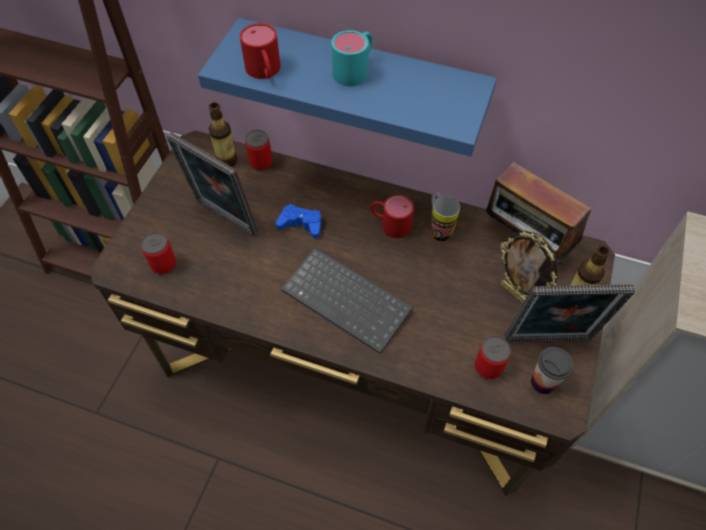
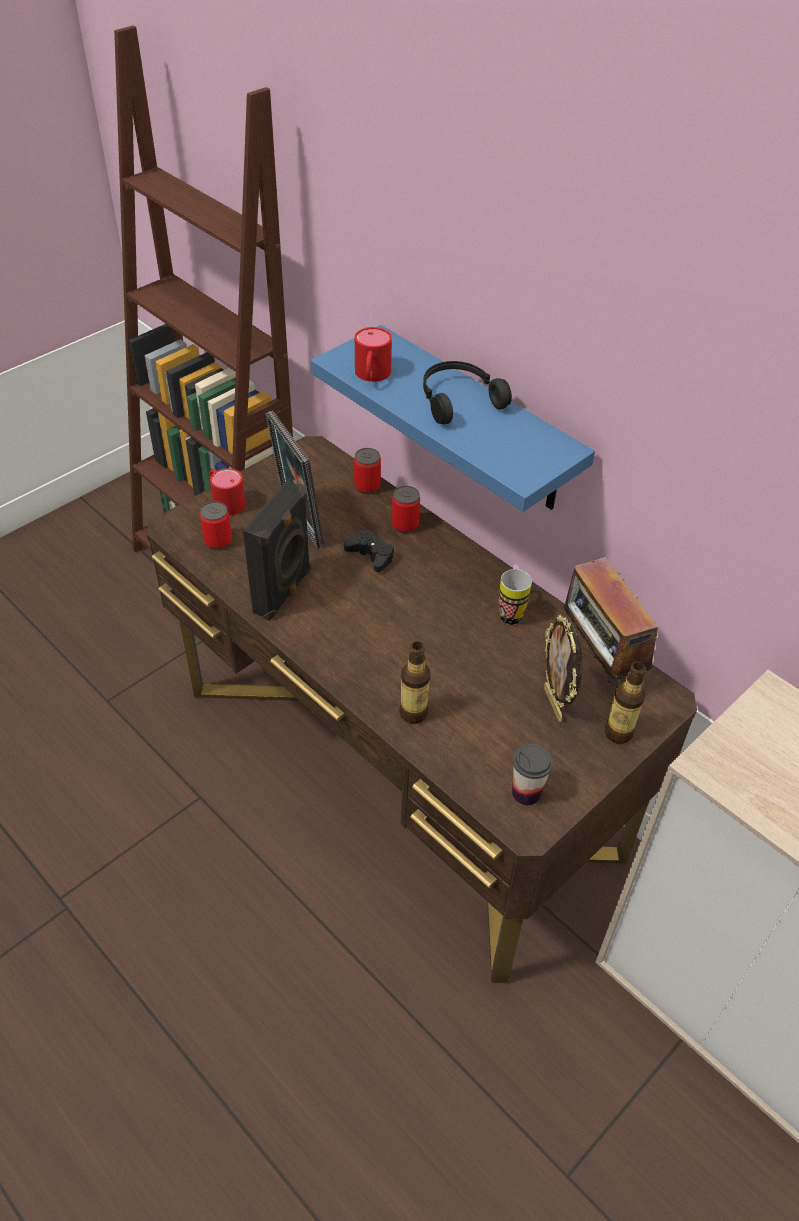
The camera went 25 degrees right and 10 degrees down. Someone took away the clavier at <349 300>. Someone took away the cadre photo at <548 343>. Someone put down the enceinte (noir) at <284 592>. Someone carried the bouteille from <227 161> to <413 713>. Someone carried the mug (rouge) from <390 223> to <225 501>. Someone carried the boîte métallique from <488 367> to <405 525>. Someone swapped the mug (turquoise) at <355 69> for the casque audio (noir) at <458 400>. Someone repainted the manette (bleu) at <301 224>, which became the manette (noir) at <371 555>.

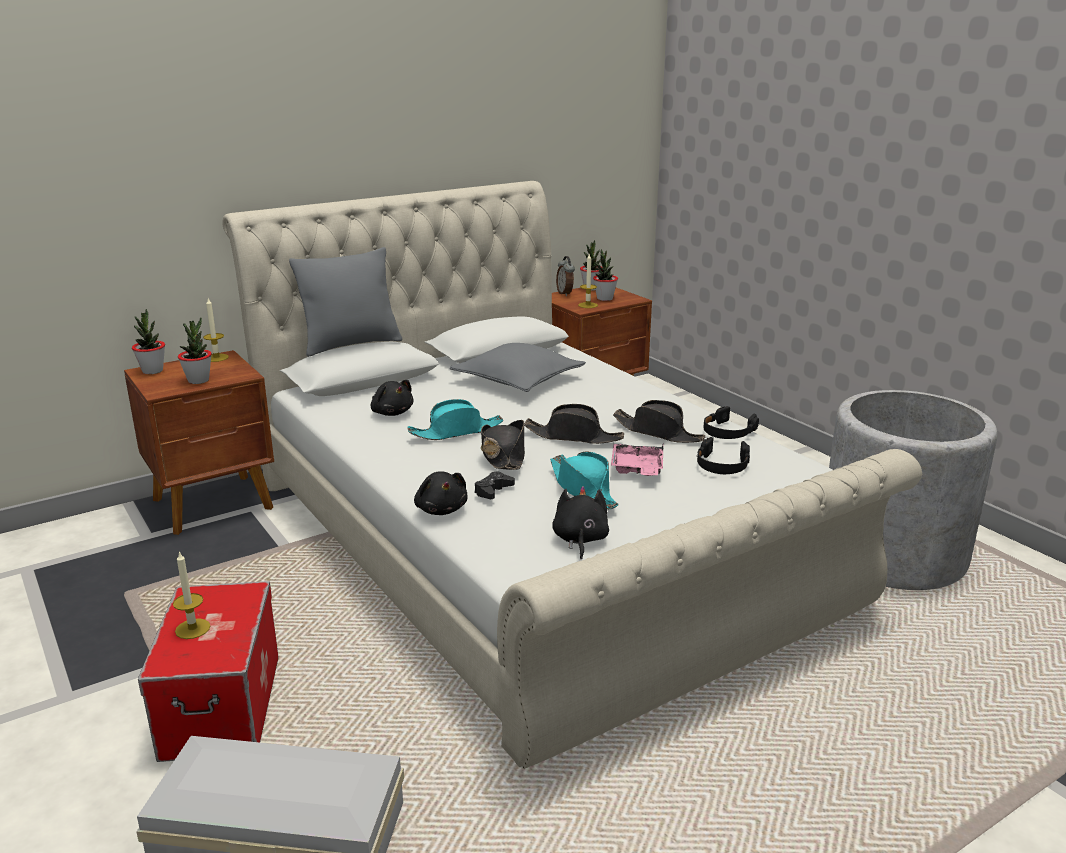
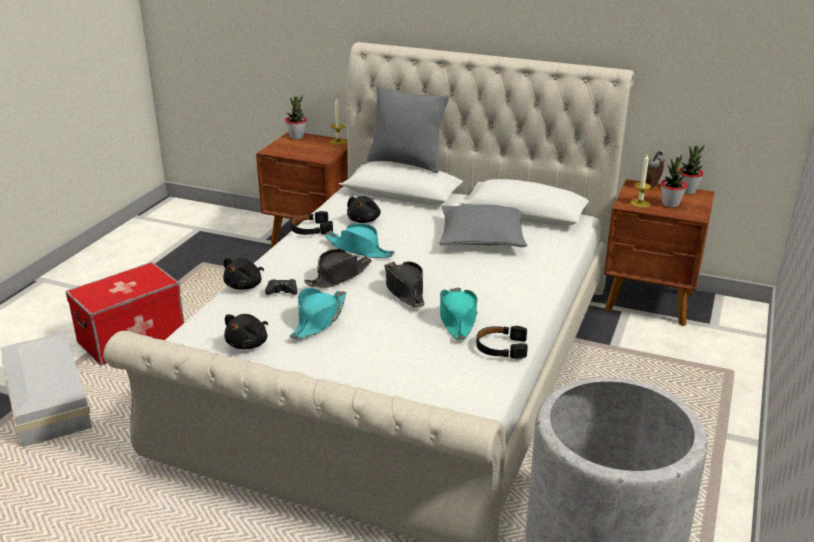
The camera went 55 degrees right and 5 degrees up. Someone took away the bougie at <192 629>. Someone took away the plante en pot at <198 380>. Someone took away the plateau (rose) at <637 469>. Someone carried the casque audio (noir) from <722 465> to <311 229>. Someone repainted the chapeau (noir) at <658 432>, which became the chapeau (turquoise) at <457 319>. Someone rotated the peluche (noir) at <580 540> by 150 degrees clockwise.

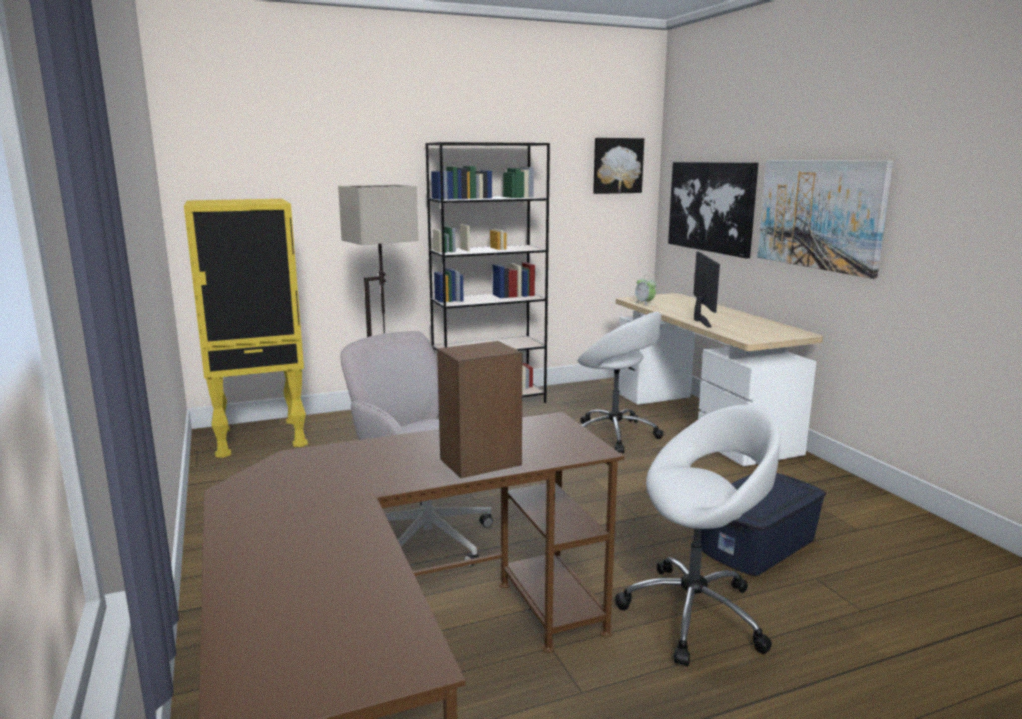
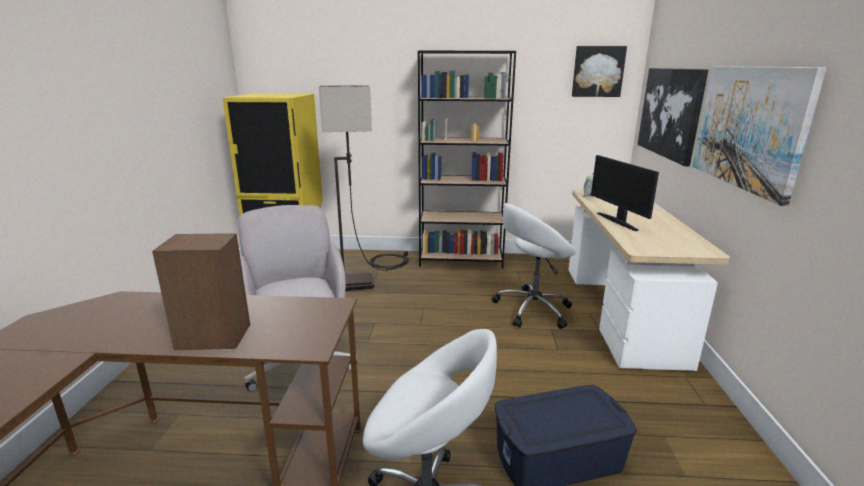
The camera went 25 degrees right and 5 degrees up. Someone rotated the chaise de bureau (blanc) at <615 435> by 90 degrees clockwise. Someone rotated the écran d'ordinateur at <700 320> by 135 degrees clockwise.

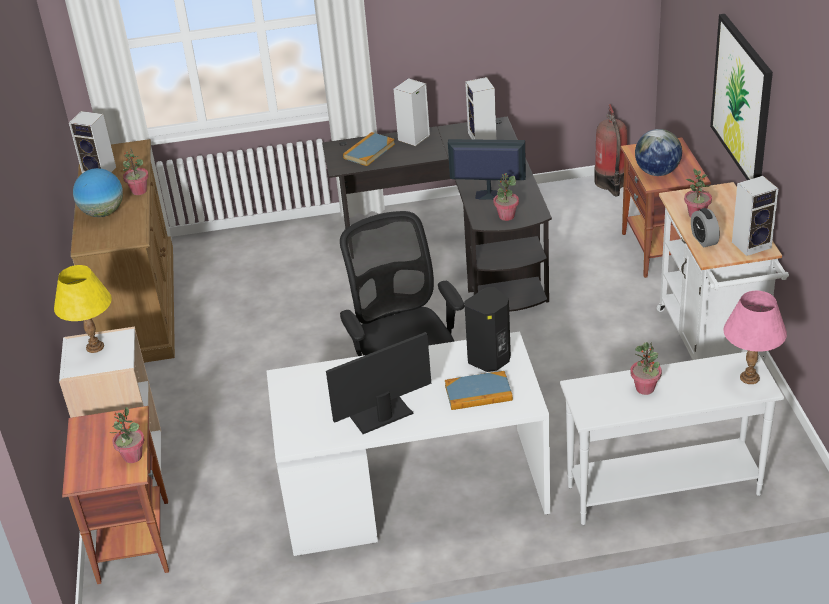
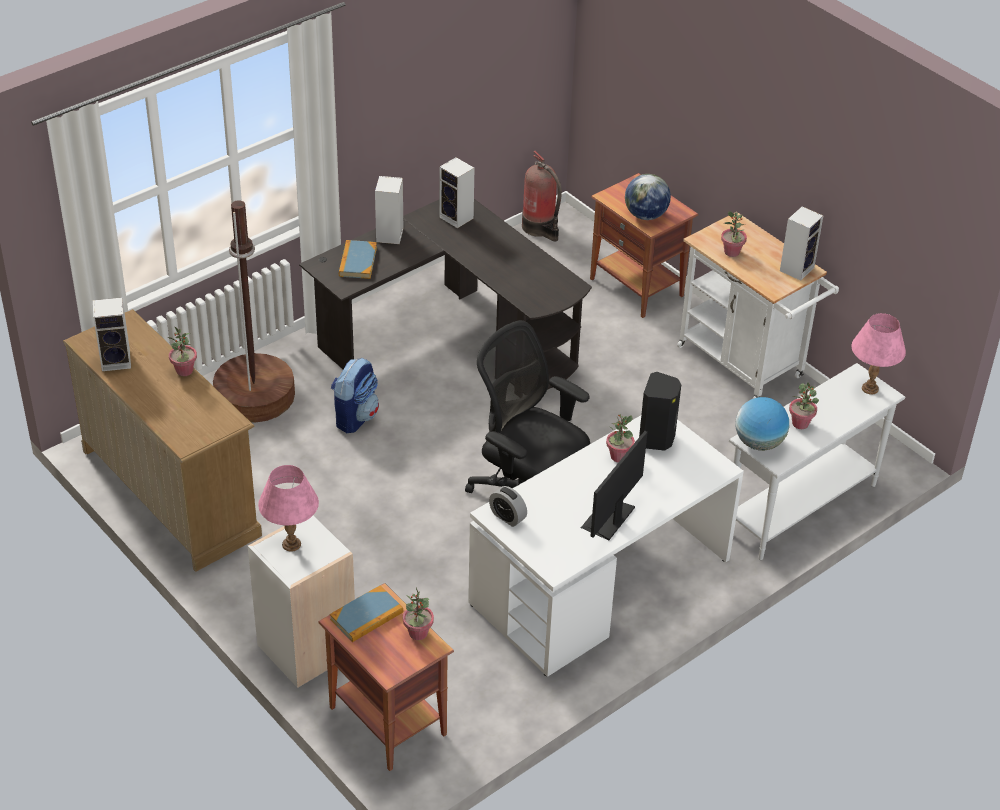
The camera went 35 degrees left and 5 degrees up. Someone took away the écran d'ordinateur at <488 195>. Someone took away the tableau at <742 100>. Someone put down the lampadaire (marron) at <254 395>. Someone put down the sac à dos at <355 417>. Someone carried the globe from <103 213> to <759 443>. Someone carried the livre from <478 393> to <366 616>. Someone carried the plante en pot from <506 216> to <618 456>. Someone carried the réveil from <704 240> to <507 517>. Someone repainted the lampe de table (jaune) at <94 347>, which became the lampe de table (rose) at <291 544>.

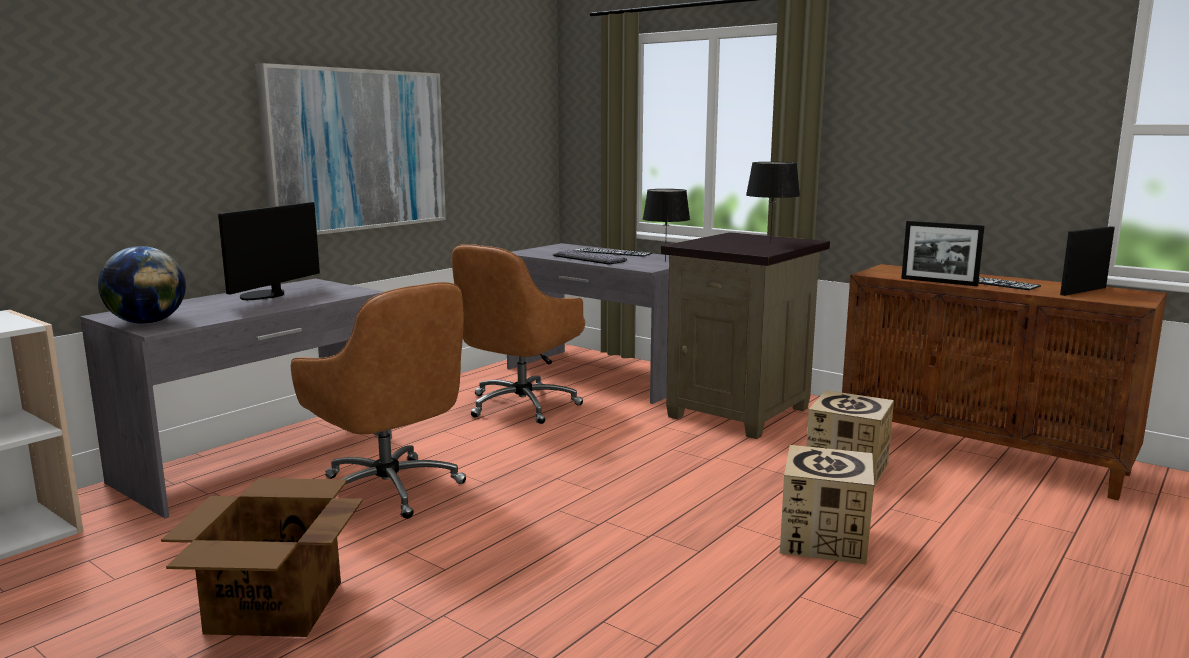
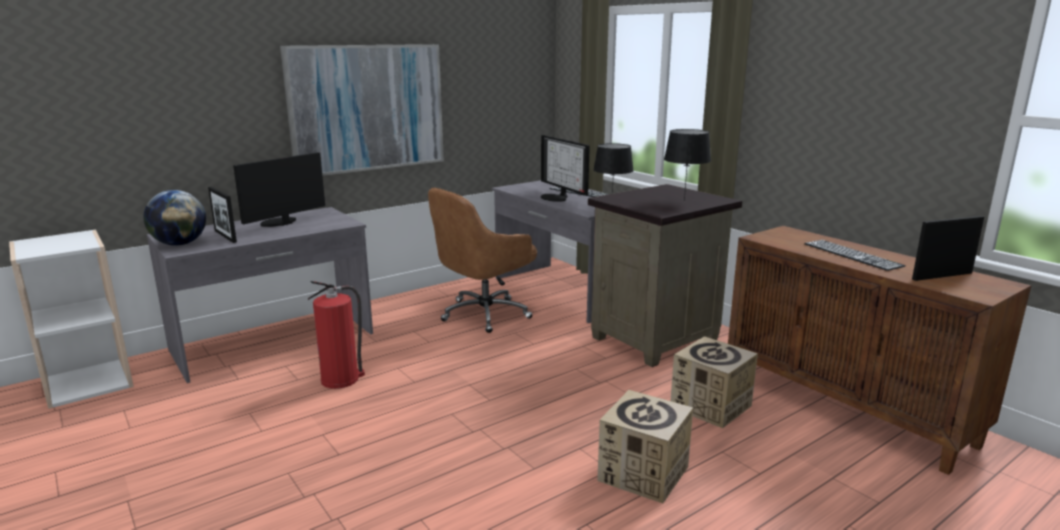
The camera went 15 degrees right and 5 degrees up. Someone took away the carton at <273 608>. Someone carried the cadre photo from <938 282> to <225 236>. Someone swapped the chaise de bureau (marron) at <386 490> for the extincteur at <341 379>. Someone swapped the clavier at <592 258> for the écran d'ordinateur at <556 197>.

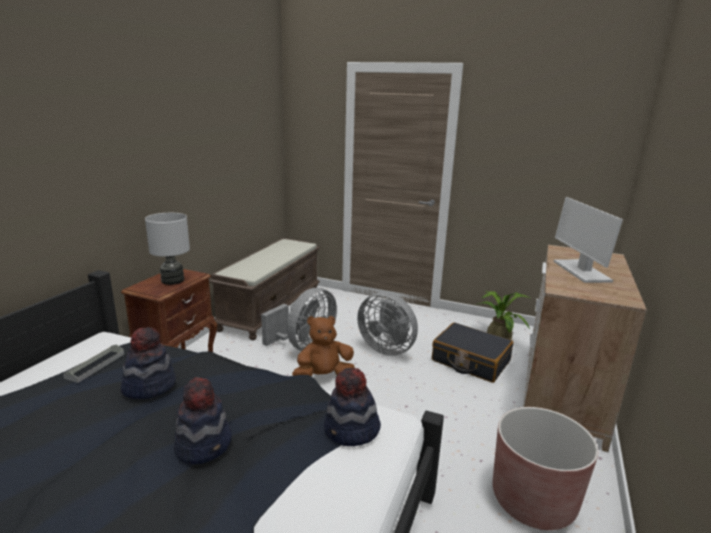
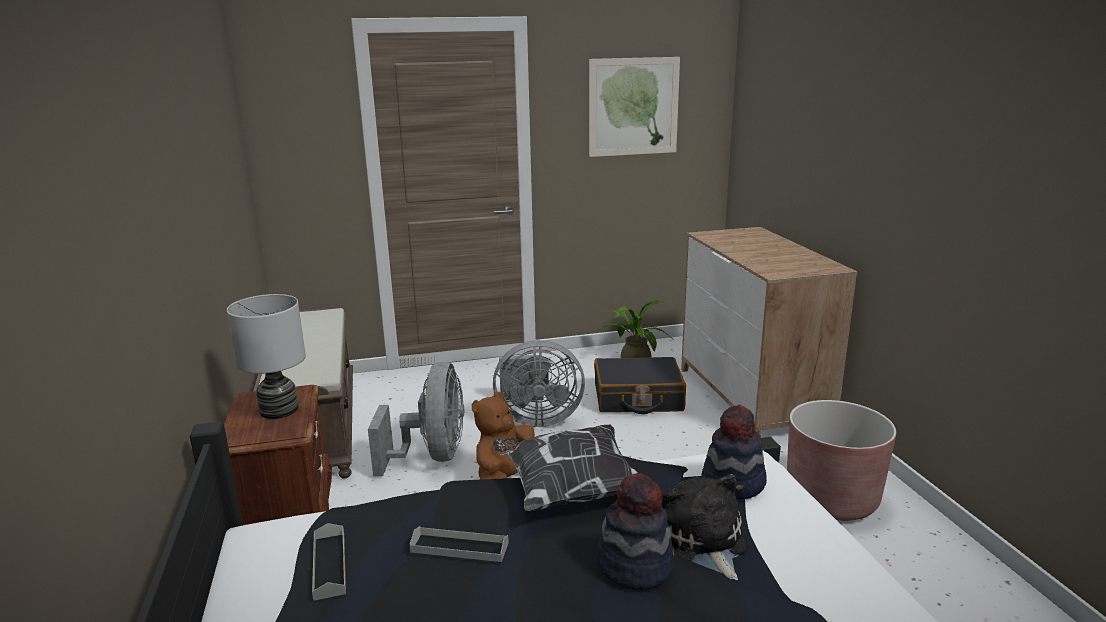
The camera went 35 degrees left and 0 degrees up. Someone took away the écran d'ordinateur at <580 271>. Someone put down the coussin at <569 490>. Someone put up the tableau at <633 107>. Someone put down the peluche at <703 542>. Someone swapped the chapeau at <149 386> for the plateau (gris) at <459 547>.

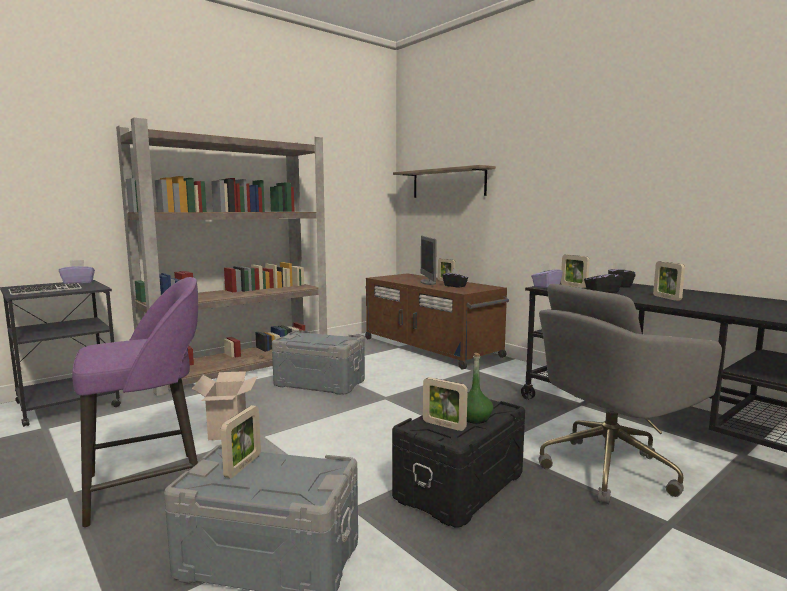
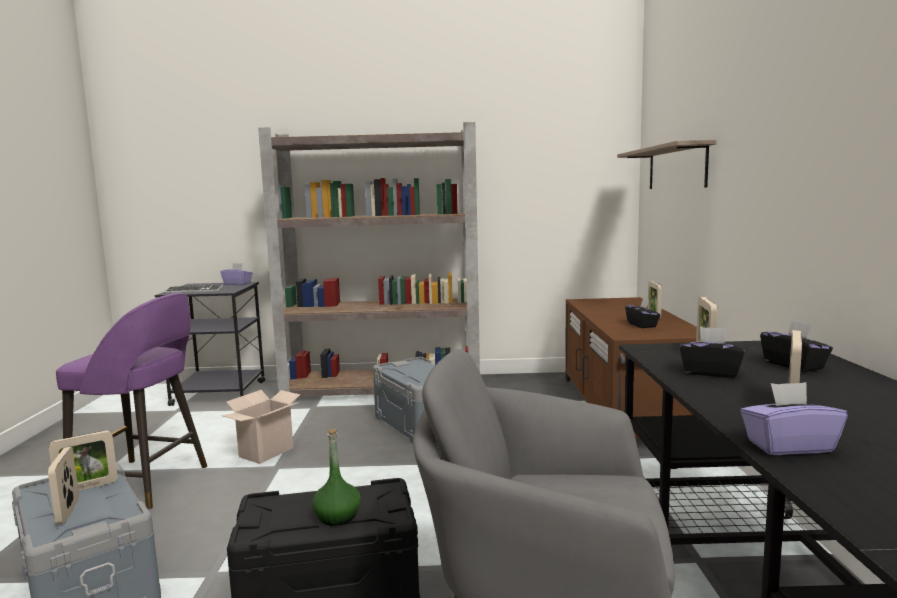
The camera went 40 degrees right and 0 degrees up. Someone took away the écran d'ordinateur at <428 282>. Someone carried the cadre photo from <444 425> to <68 511>. Someone carried the boîte à mouchoirs (violet) from <546 286> to <788 446>.

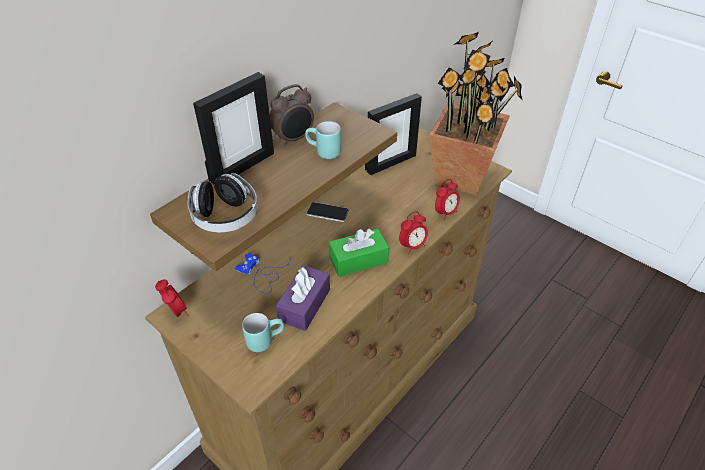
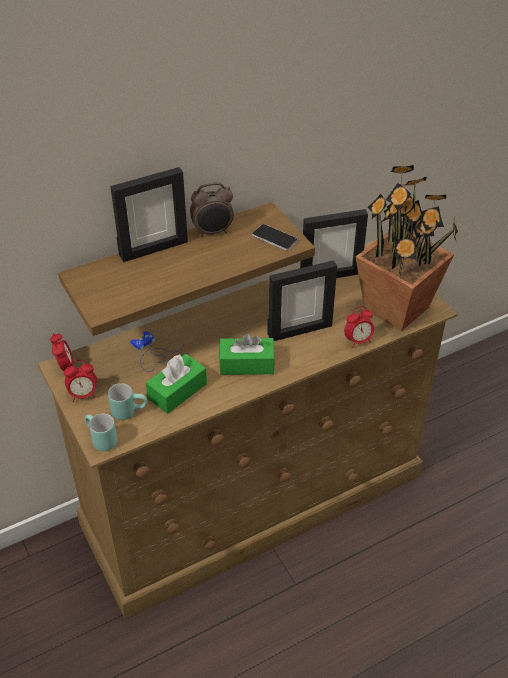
The camera went 20 degrees right and 0 degrees up. Someone took away the casque audio at <226 217>. Someone put down the cadre photo at <299 330>. Someone carried the mug (turquoise) from <323 153> to <100 440>. Someone carried the téléphone from <327 213> to <274 238>. Someone carried the réveil from <412 246> to <83 395>. Someone repainted the boîte à mouchoirs (violet) at <304 305>, which became the boîte à mouchoirs (vert) at <177 391>.

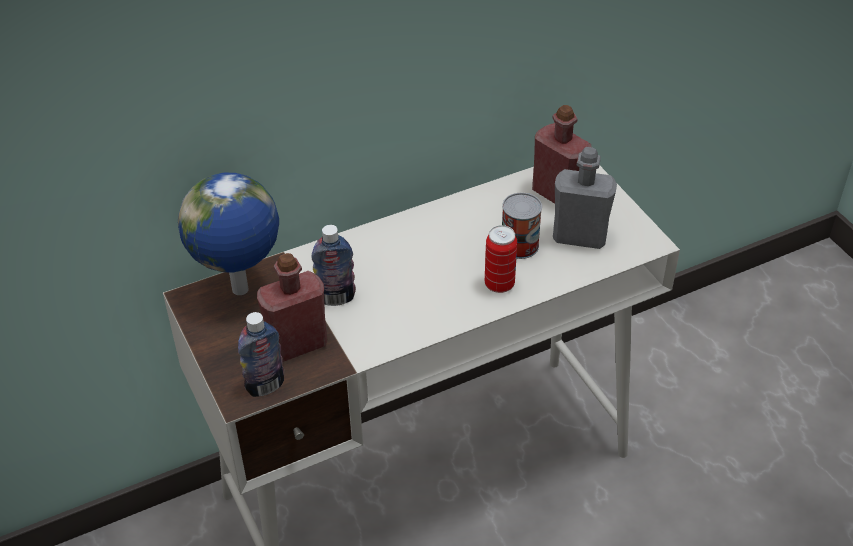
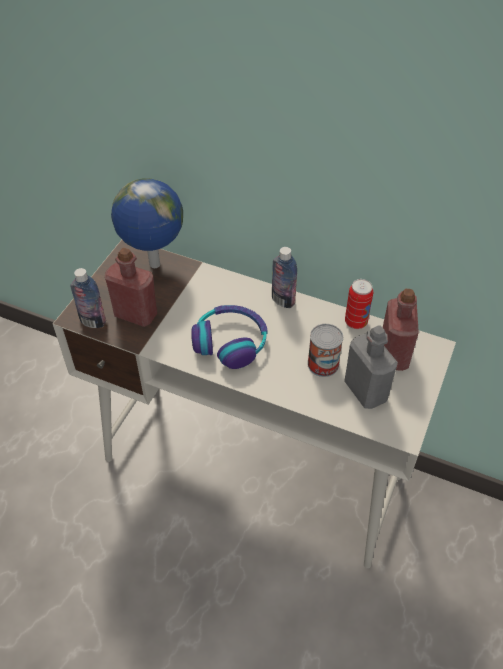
The camera went 50 degrees right and 5 degrees up. Someone put down the casque audio at <230 342>. Someone carried the bouteille from <336 298> to <283 300>. Someone carried the boîte métallique from <499 284> to <355 322>.

